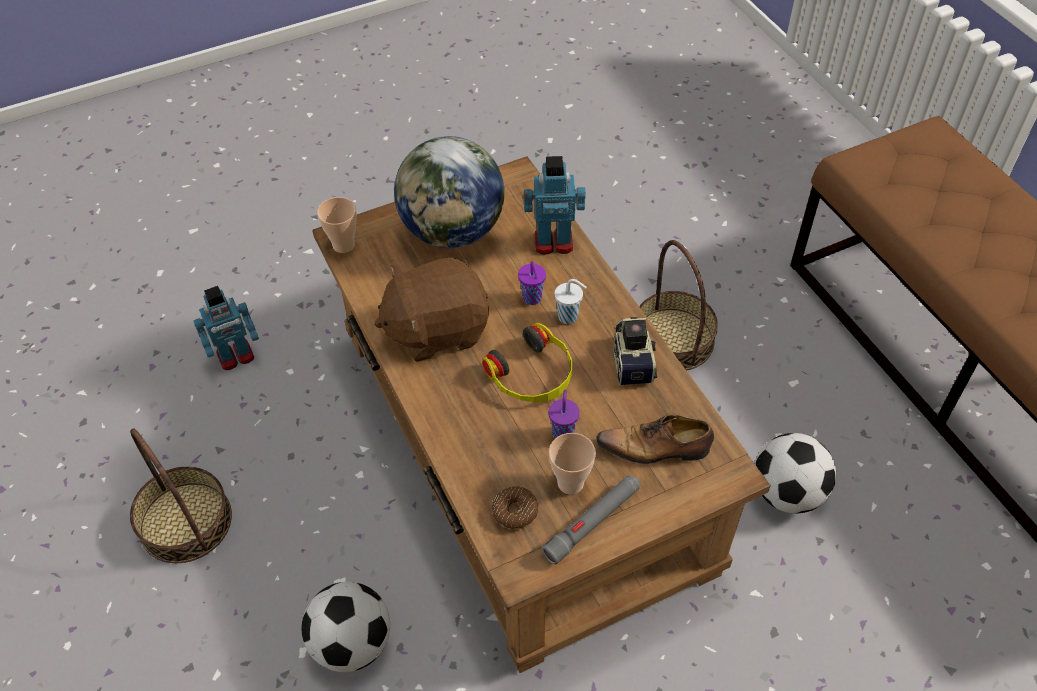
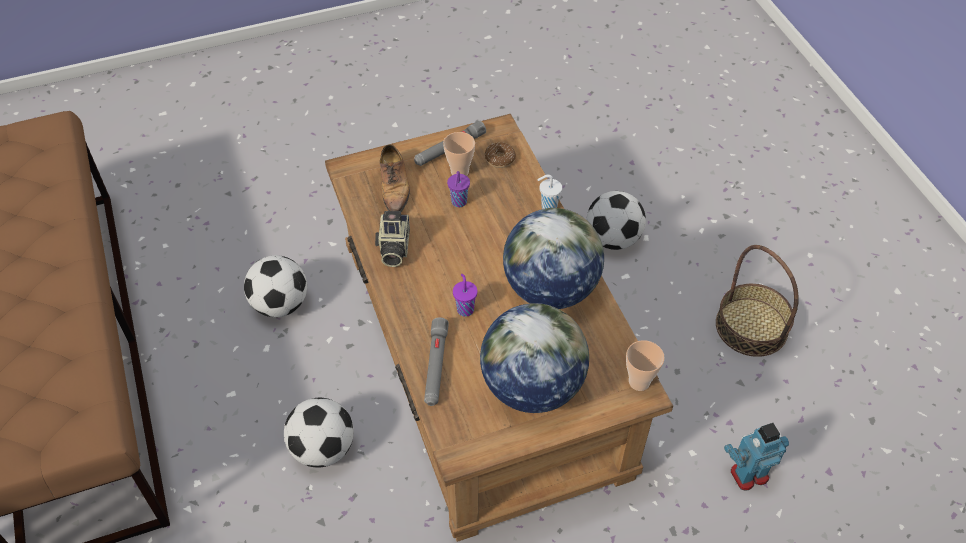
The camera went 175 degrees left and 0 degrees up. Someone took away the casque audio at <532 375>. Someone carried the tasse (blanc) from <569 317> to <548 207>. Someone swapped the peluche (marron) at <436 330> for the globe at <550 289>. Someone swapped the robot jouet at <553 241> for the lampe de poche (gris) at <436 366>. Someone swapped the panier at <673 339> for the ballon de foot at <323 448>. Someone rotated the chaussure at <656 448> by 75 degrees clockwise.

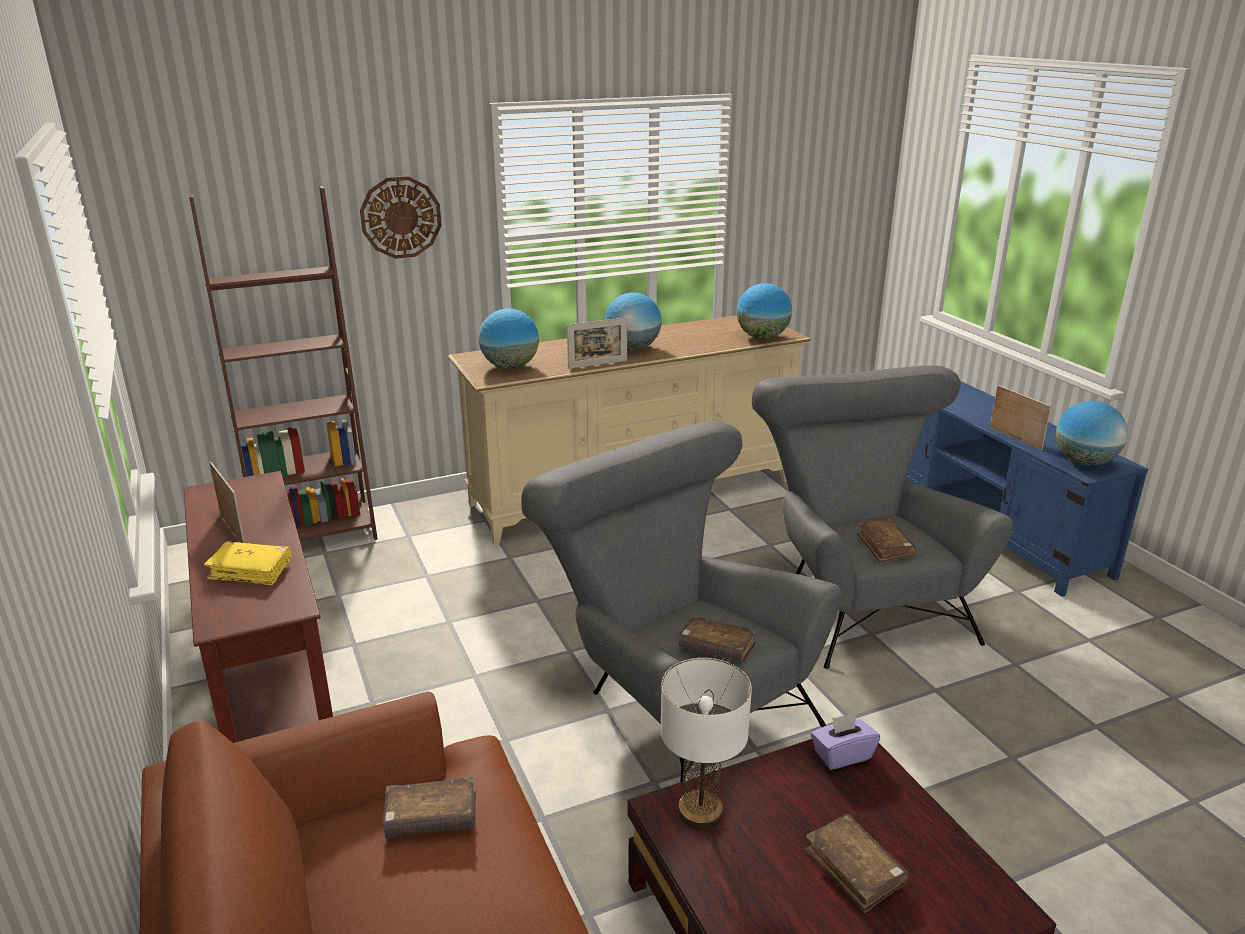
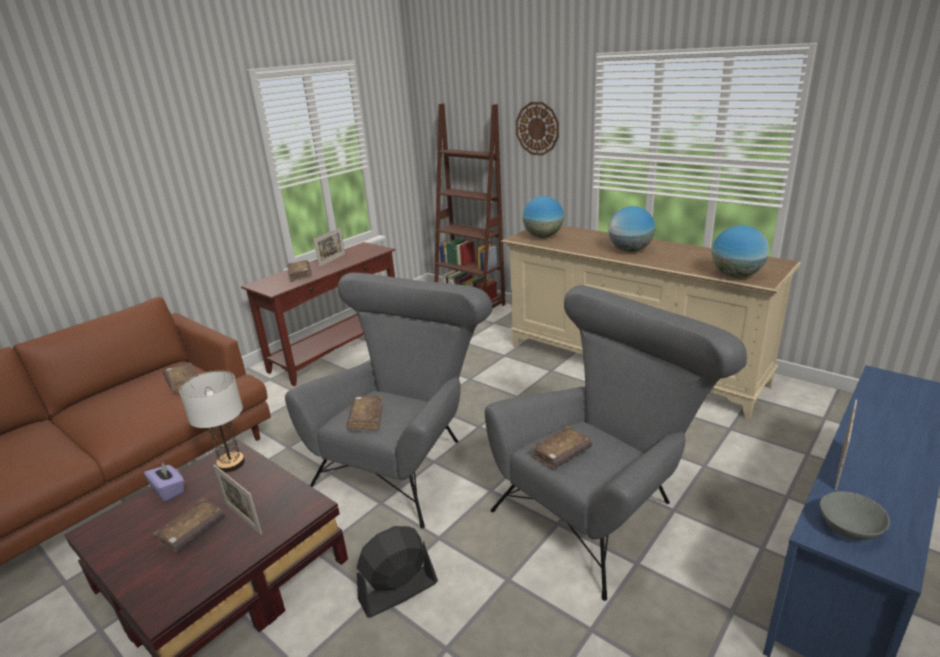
The camera went 65 degrees right and 0 degrees up. Someone put down the ventilateur (noir) at <398 591>. Someone carried the cadre photo from <597 364> to <243 518>. Someone carried the boîte à mouchoirs (violet) from <842 755> to <169 490>. Someone swapped the globe at <1084 462> for the bol (gris) at <850 528>. Someone repainted the livre (jaune) at <251 570>, which became the livre (marron) at <300 275>.

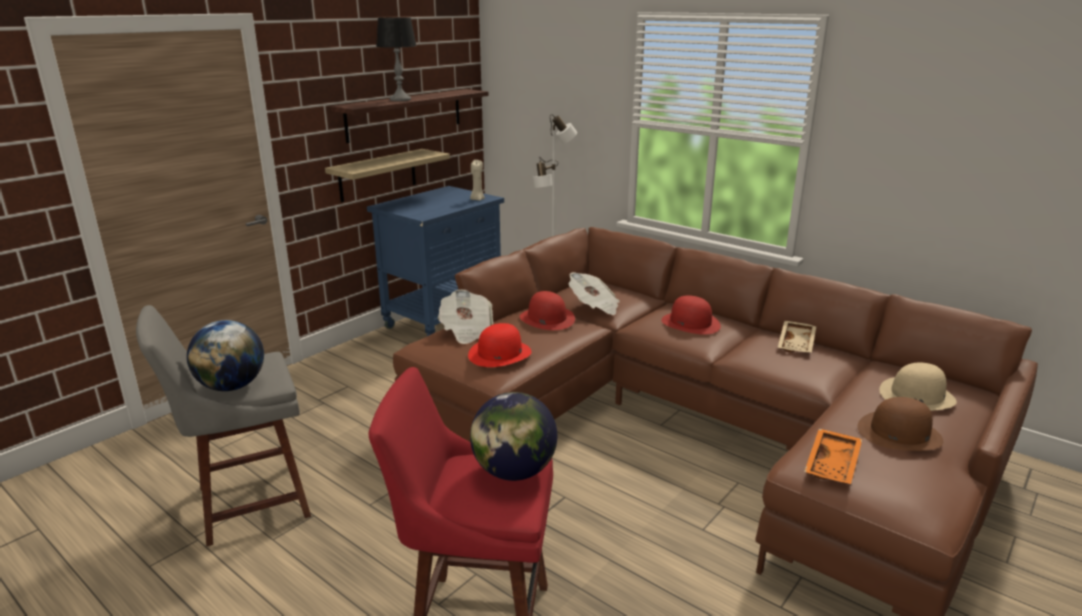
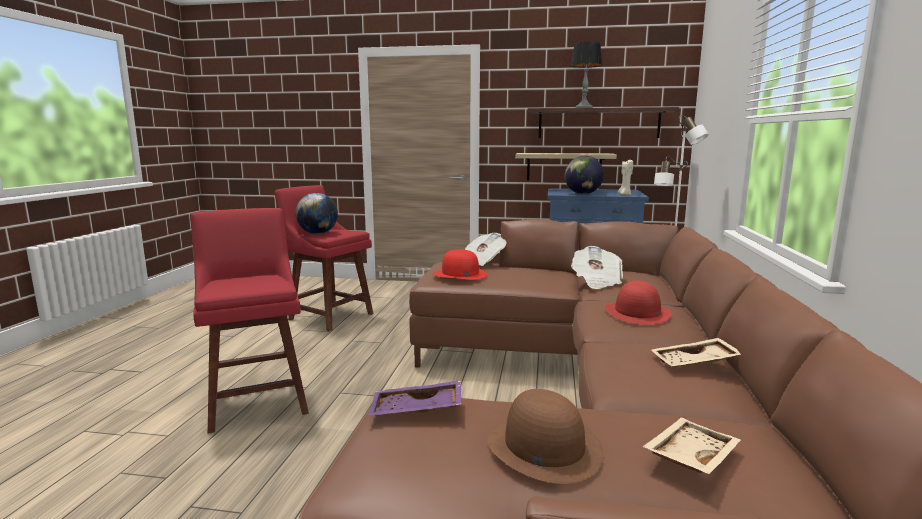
The camera went 60 degrees right and 10 degrees down. Someone took away the chapeau (rouge) at <546 318>. Someone carried the globe from <514 472> to <582 194>. Someone swapped the chapeau (beige) at <917 395> for the plateau (beige) at <689 456>. Someone repainted the tabouret (gris) at <247 503>, which became the tabouret (rouge) at <329 315>. Someone repainted the plateau (orange) at <833 464>, which became the plateau (violet) at <416 411>.

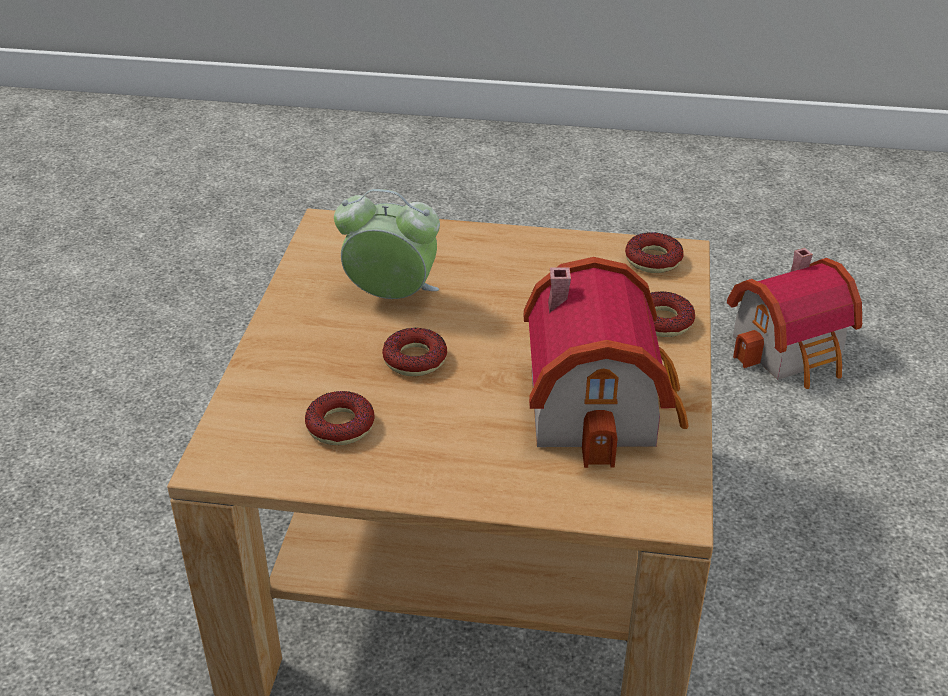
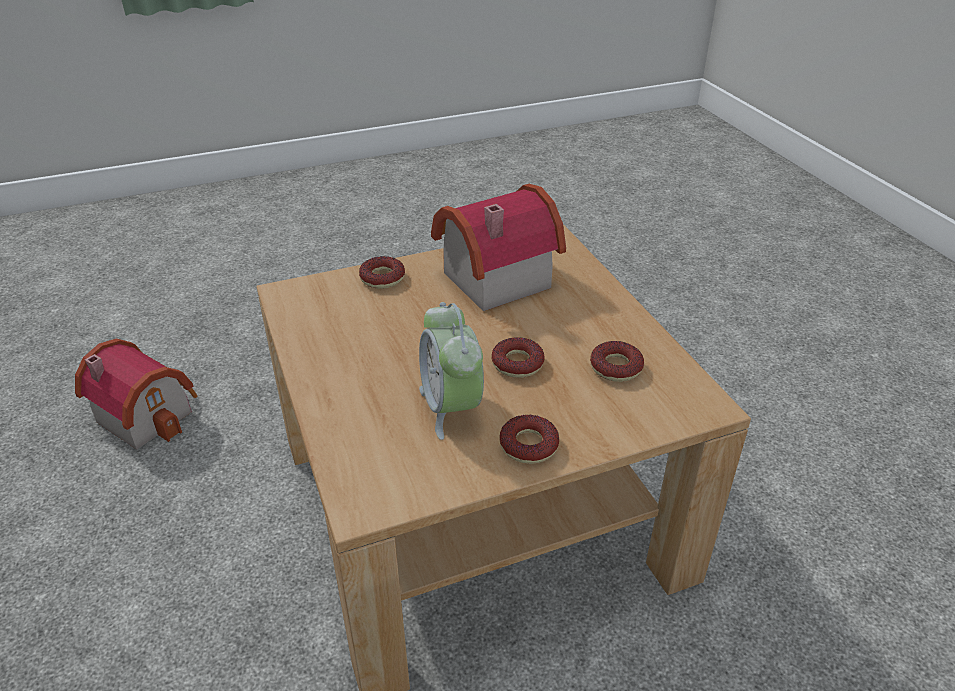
The camera went 120 degrees left and 0 degrees up. Someone carried the beignet from <653 260> to <528 445>.

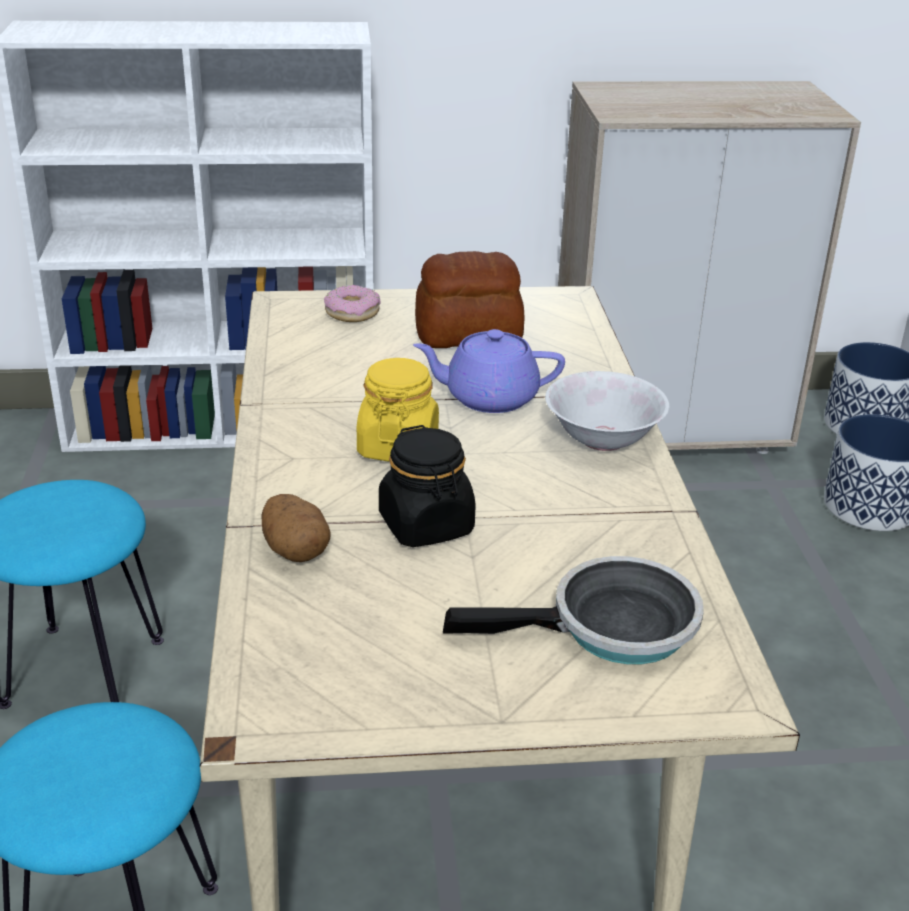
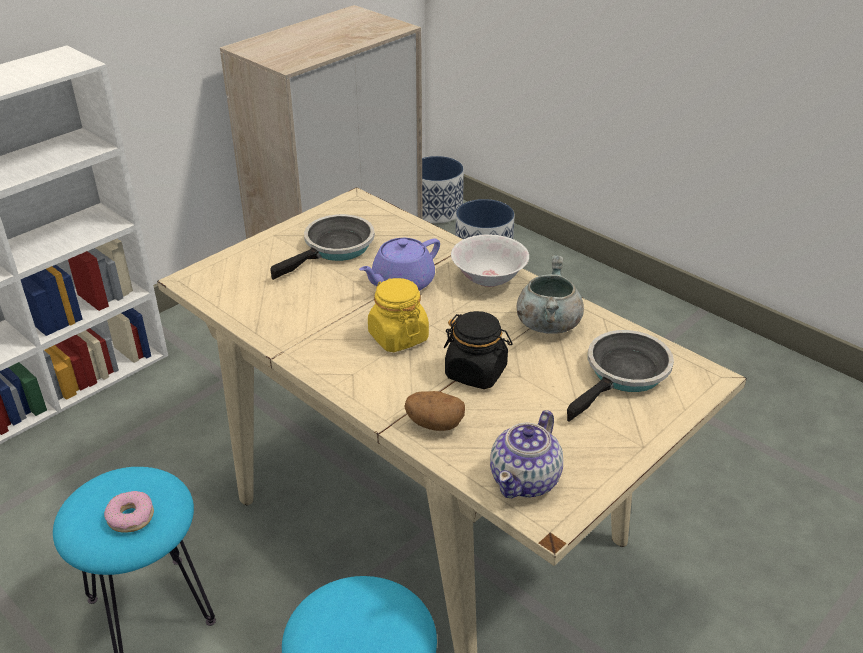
The camera went 40 degrees left and 5 degrees up. Someone put down the théière at <526 480>. Someone put down the marmite (gris) at <547 323>. Someone carried the beignet from <352 312> to <131 517>. Someone swapped the pain at <470 334> for the poêle at <335 249>.

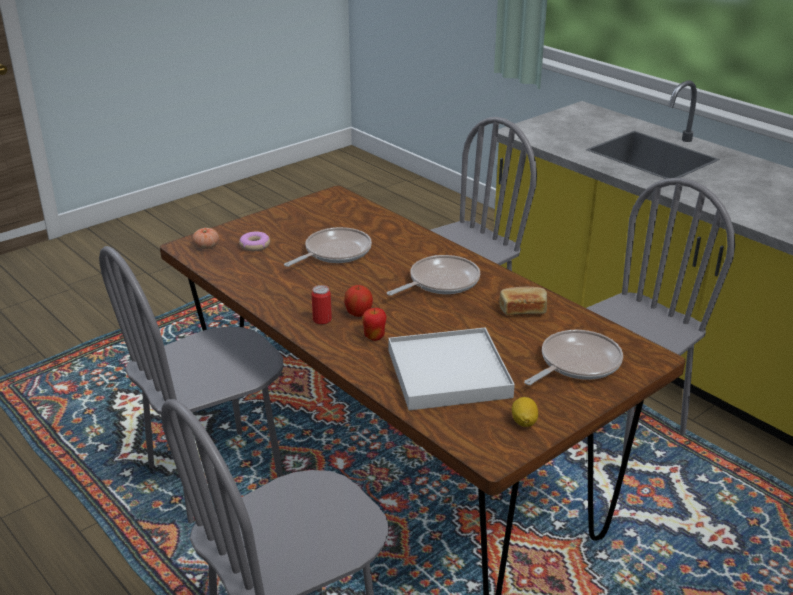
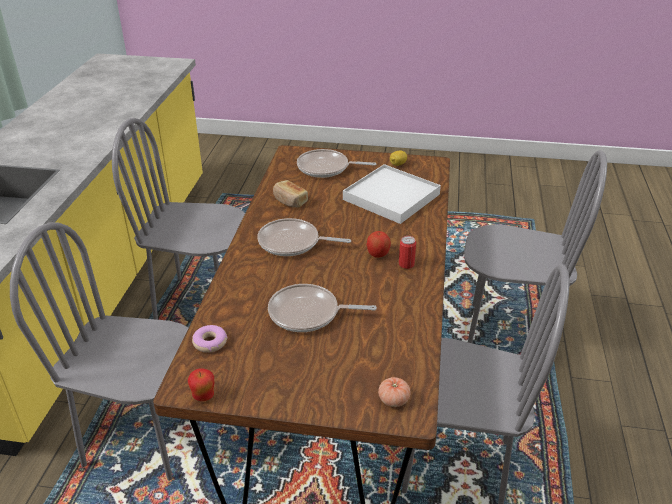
The camera went 130 degrees left and 5 degrees up. Someone carried the beignet from <254 246> to <210 343>. Someone carried the pomme from <374 337> to <203 396>.

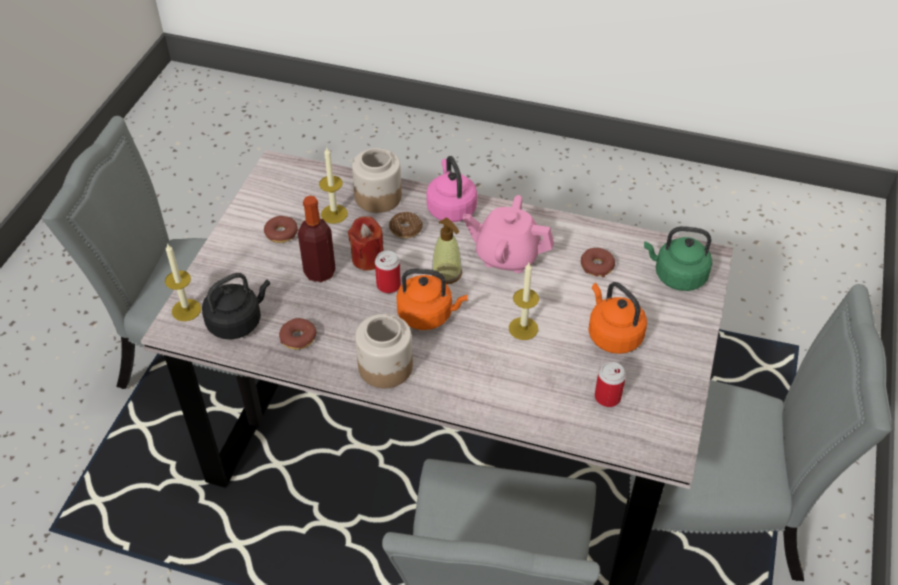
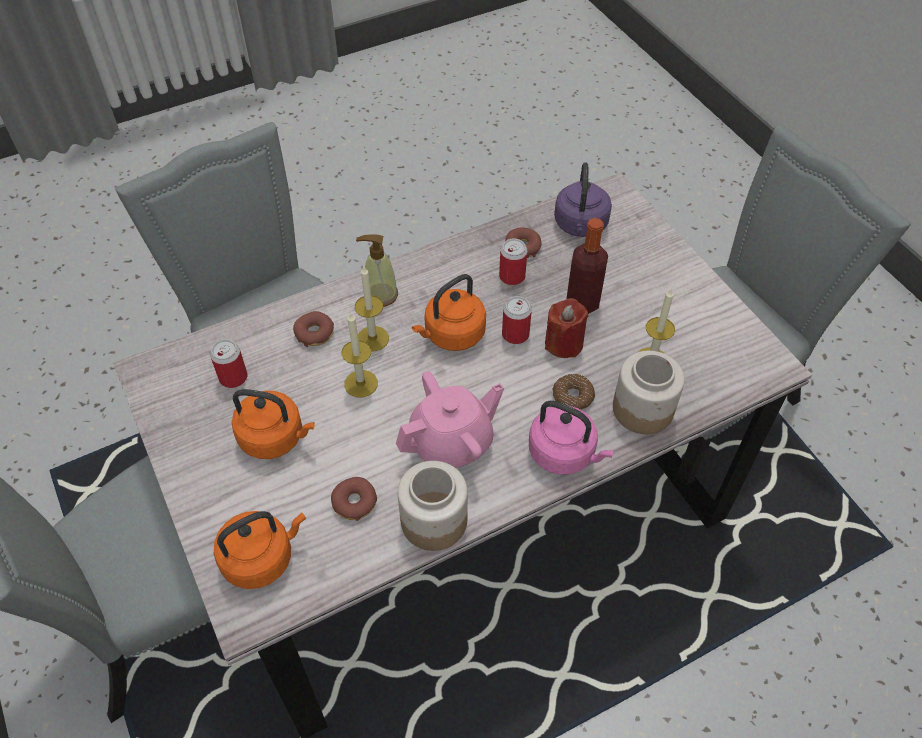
The camera went 135 degrees right and 5 degrees up. Someone put down the boîte métallique at <512 276>. Someone carried the bougie from <186 310> to <372 338>. Someone carried the beignet from <281 233> to <314 333>. Someone carried the bocal from <386 367> to <433 521>. Someone carried the distributeur de savon from <447 273> to <380 295>. Someone repainted the bouilloire (noir) at <237 322>, which became the bouilloire (violet) at <580 226>. Someone repainted the bouilloire (vert) at <677 276>, which became the bouilloire (orange) at <261 558>.

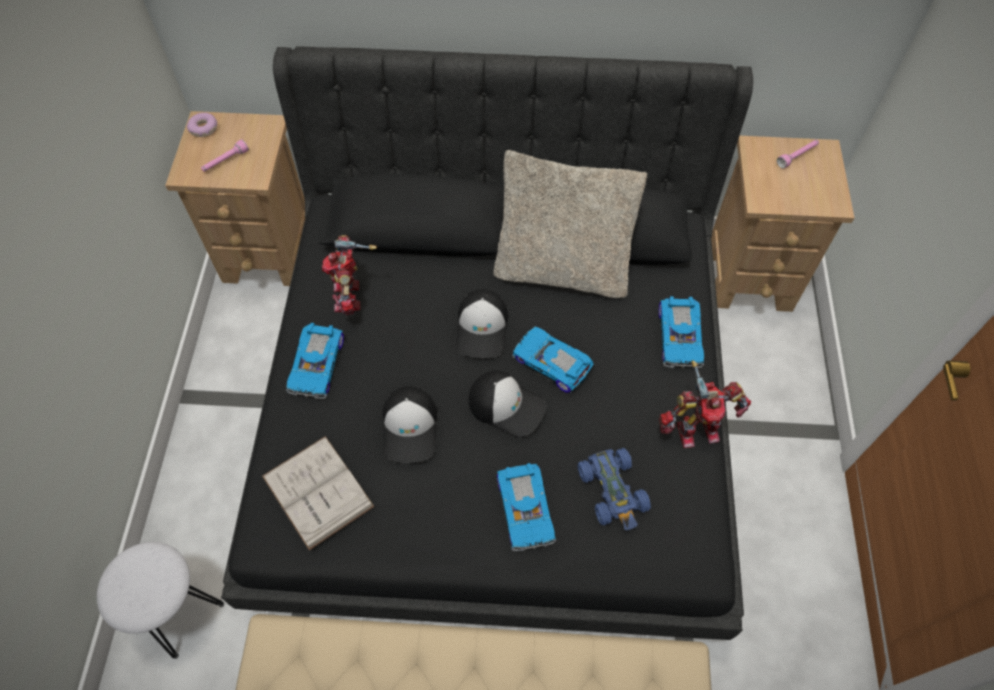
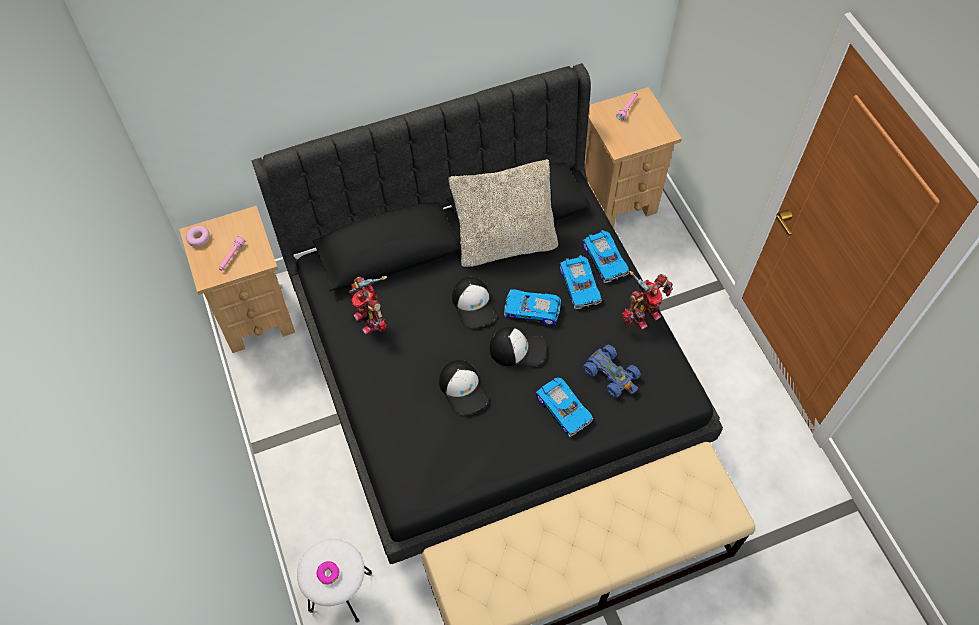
The camera went 25 degrees left and 0 degrees up. Someone took away the livre (blanc) at <317 491>. Someone put down the beignet at <328 573>. Someone carried the petite voiture from <318 365> to <580 285>.

